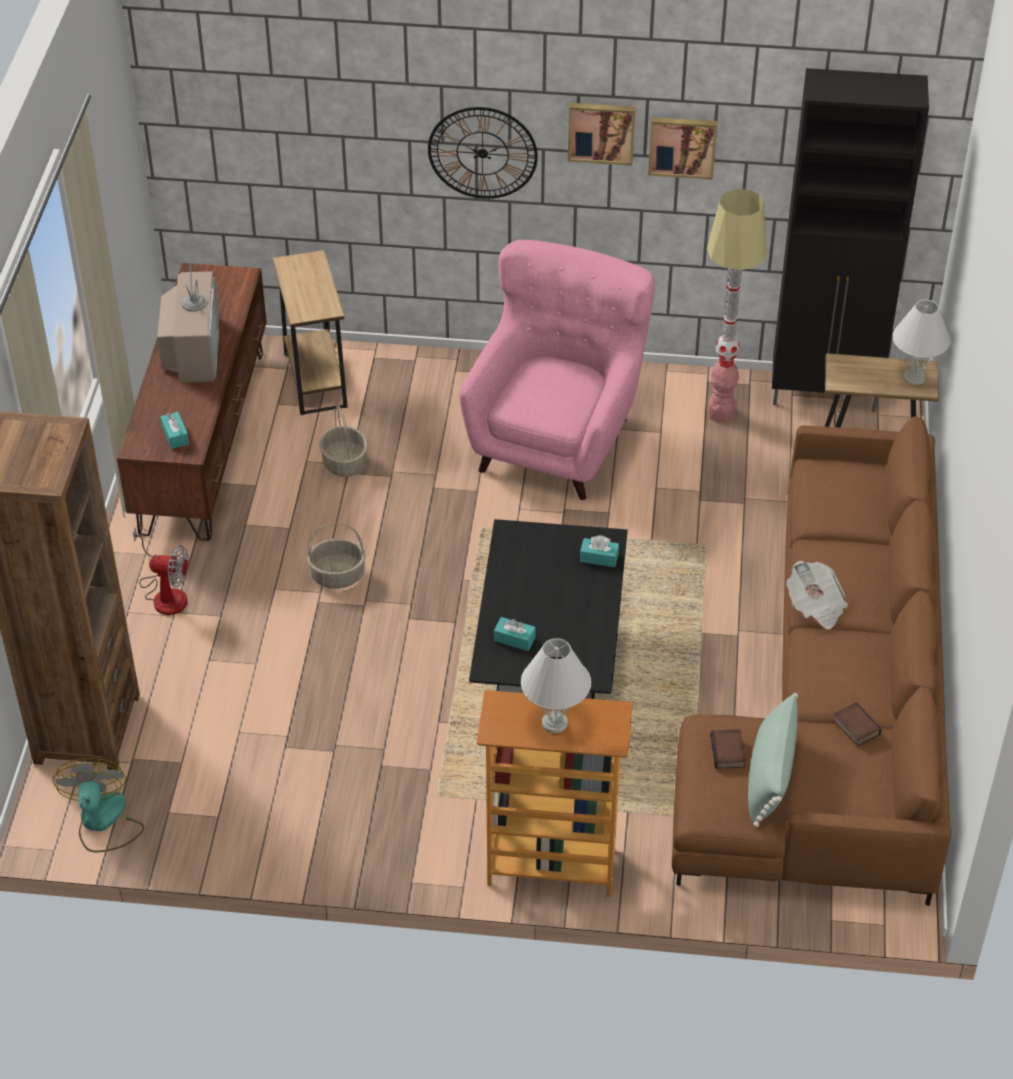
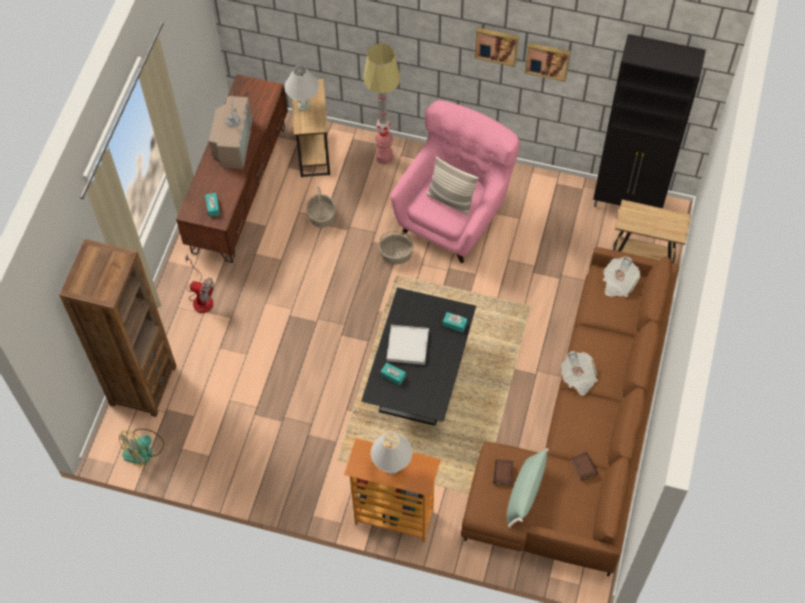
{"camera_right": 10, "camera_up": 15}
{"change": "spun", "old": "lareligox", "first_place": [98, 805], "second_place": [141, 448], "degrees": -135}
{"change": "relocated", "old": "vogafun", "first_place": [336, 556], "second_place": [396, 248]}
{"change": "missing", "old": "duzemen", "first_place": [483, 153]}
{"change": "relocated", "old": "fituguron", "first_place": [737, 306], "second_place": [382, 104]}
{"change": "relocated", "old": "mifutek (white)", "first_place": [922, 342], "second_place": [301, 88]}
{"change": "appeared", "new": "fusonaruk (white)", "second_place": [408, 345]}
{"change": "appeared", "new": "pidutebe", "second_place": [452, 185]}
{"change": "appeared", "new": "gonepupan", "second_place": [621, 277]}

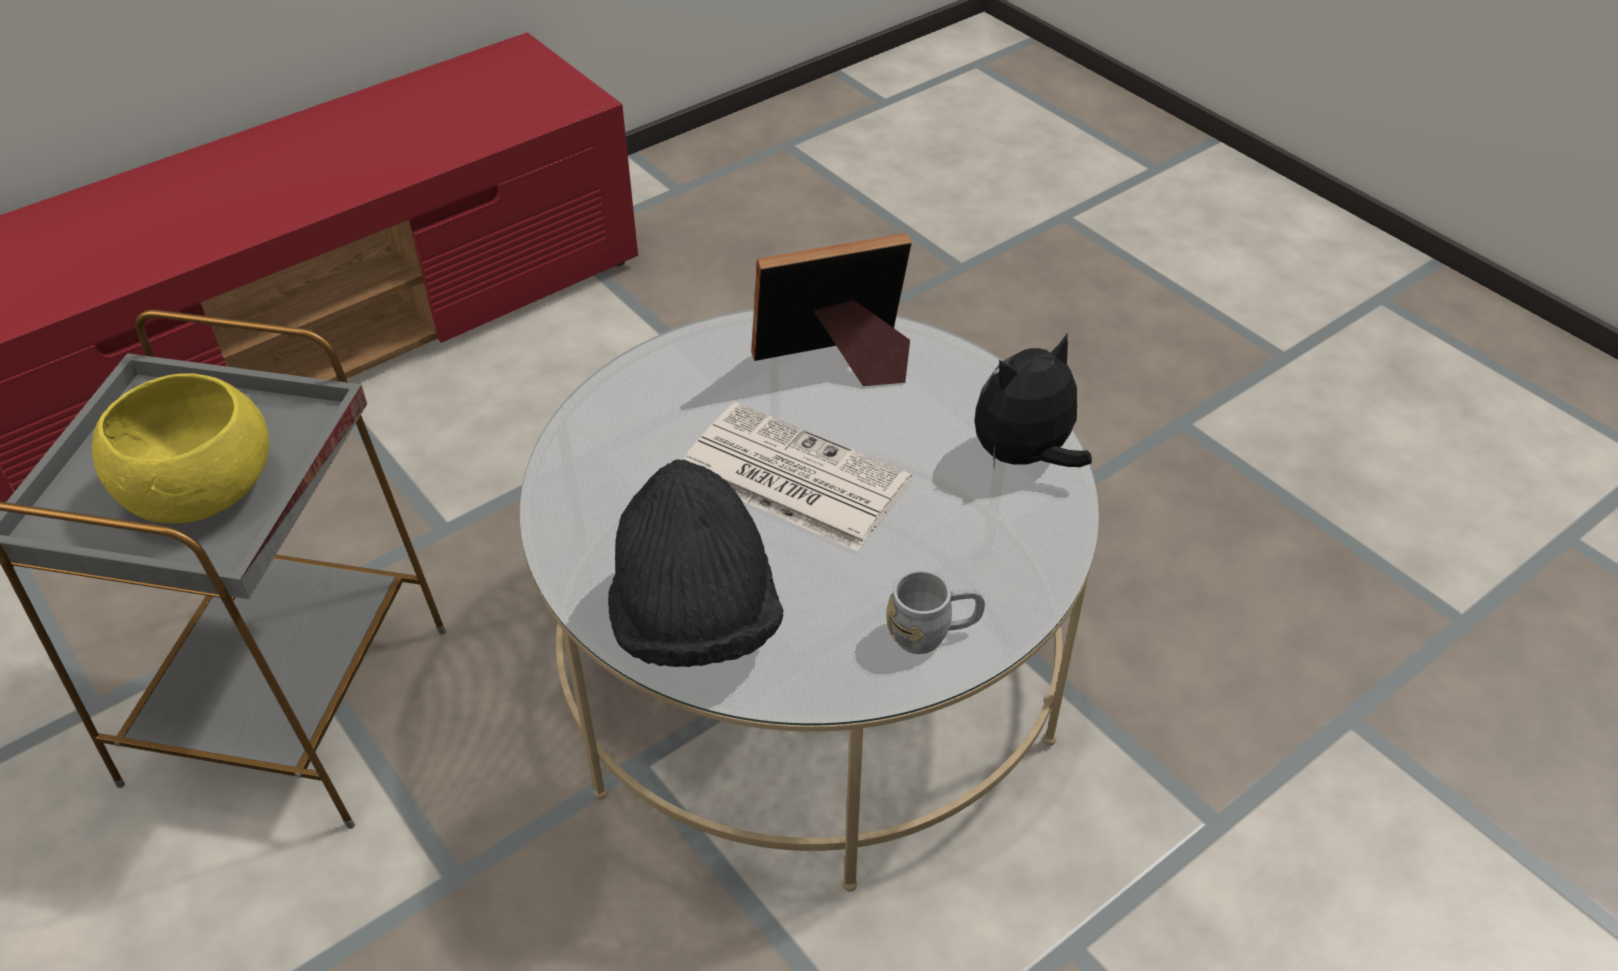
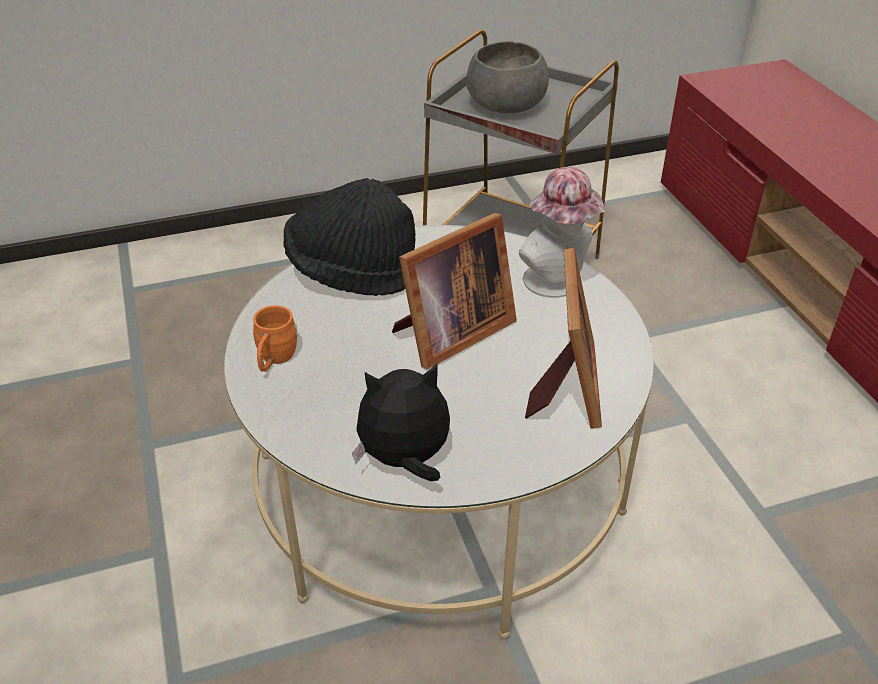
{"camera_right": 110, "camera_up": -5}
{"change": "colour", "old": "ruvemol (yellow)", "new": "ruvemol (grey)", "first_place": [180, 448], "second_place": [507, 77]}
{"change": "exchanged", "old": "gonepupan", "new": "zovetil", "first_place": [797, 477], "second_place": [454, 291]}
{"change": "colour", "old": "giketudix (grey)", "new": "giketudix (orange)", "first_place": [935, 612], "second_place": [275, 338]}
{"change": "spun", "old": "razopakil", "first_place": [1033, 400], "second_place": [401, 422], "degrees": -90}
{"change": "appeared", "new": "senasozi", "second_place": [562, 232]}

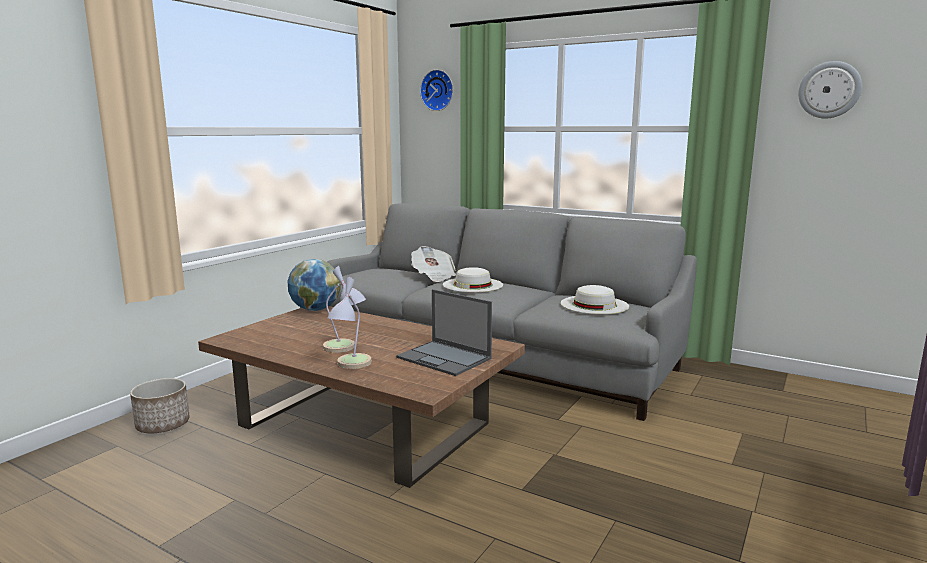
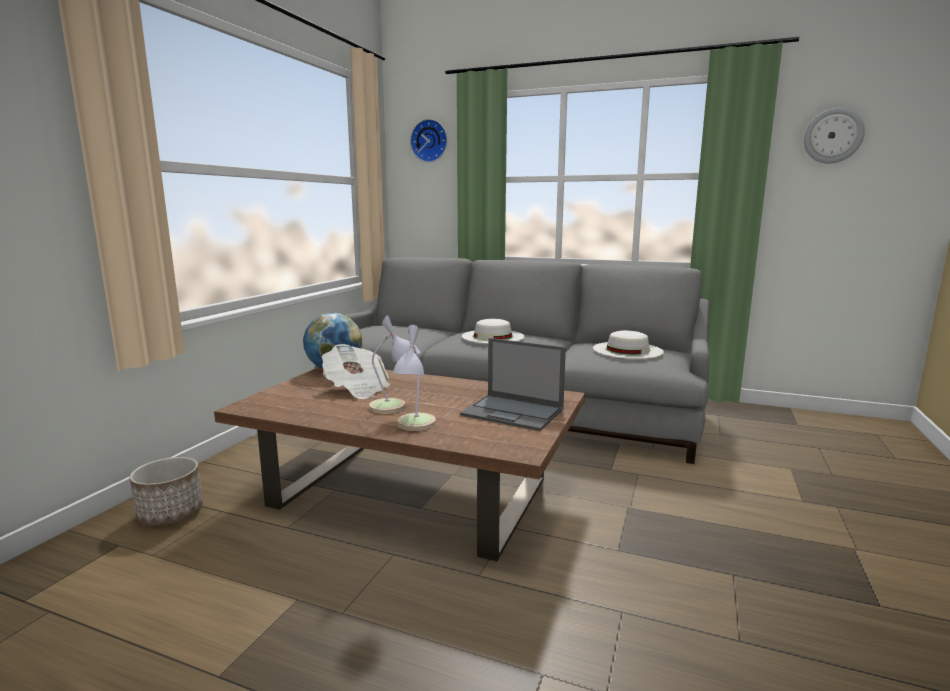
{"camera_right": -10, "camera_up": 0}
{"change": "relocated", "old": "gonepupan", "first_place": [433, 264], "second_place": [356, 371]}

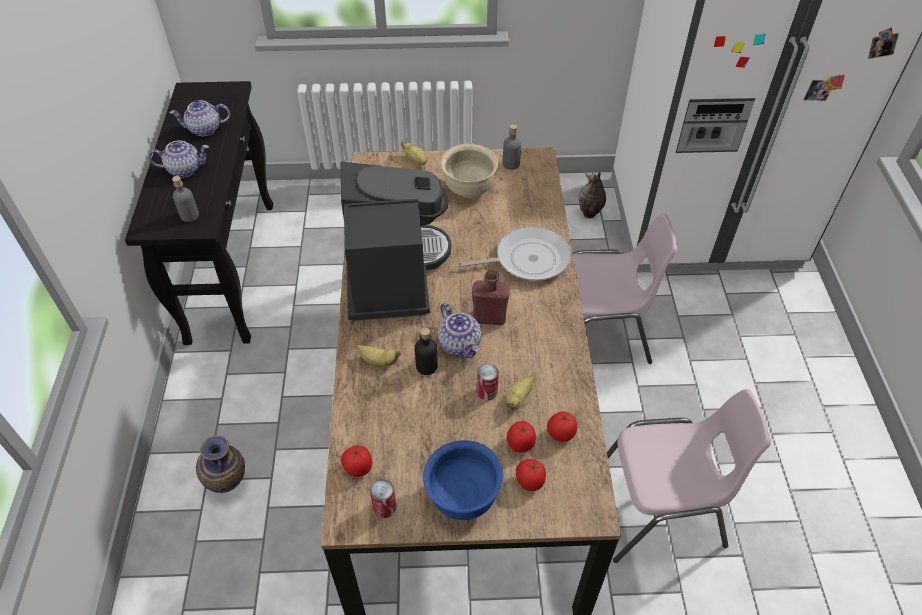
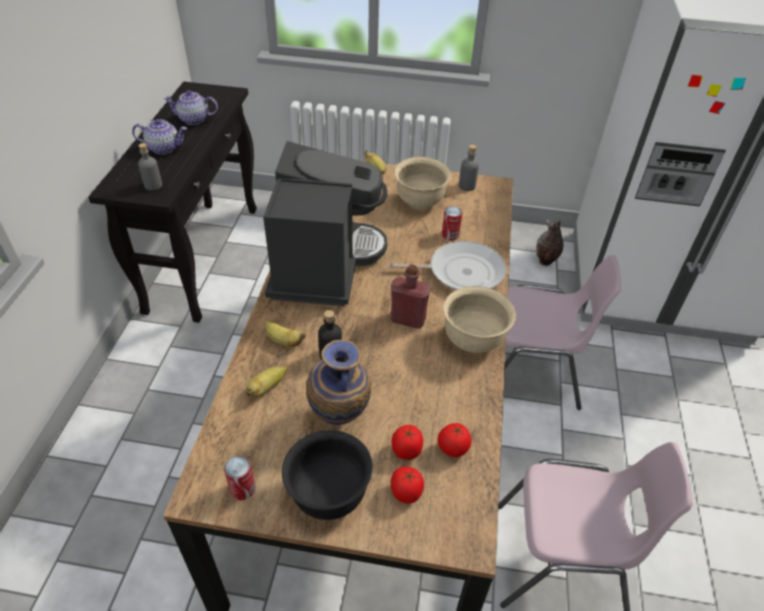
{"camera_right": 10, "camera_up": -5}
{"change": "relocated", "old": "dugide", "first_place": [220, 464], "second_place": [338, 382]}
{"change": "missing", "old": "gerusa", "first_place": [356, 461]}
{"change": "colour", "old": "ruvemol (blue)", "new": "ruvemol (black)", "first_place": [463, 480], "second_place": [327, 475]}
{"change": "missing", "old": "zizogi", "first_place": [459, 330]}
{"change": "relocated", "old": "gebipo", "first_place": [488, 382], "second_place": [452, 223]}
{"change": "relocated", "old": "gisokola", "first_place": [520, 392], "second_place": [267, 382]}
{"change": "appeared", "new": "ruvemol (beige)", "second_place": [479, 319]}

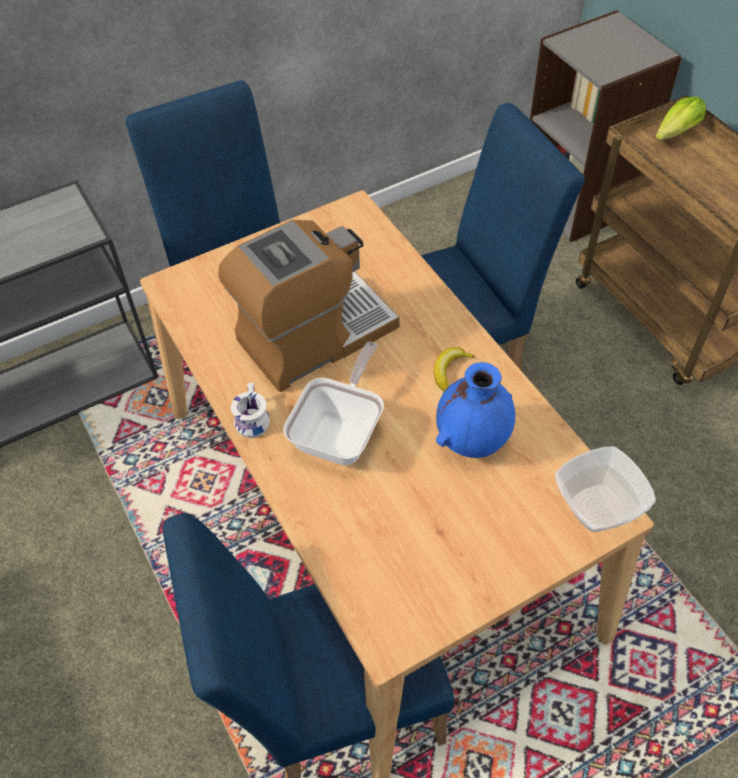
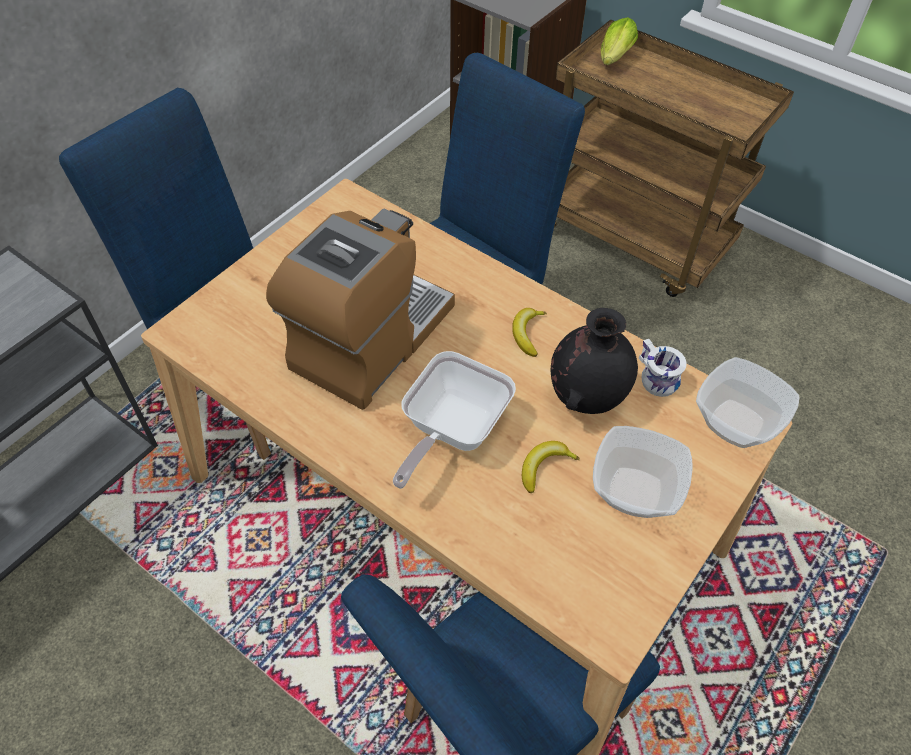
{"camera_right": -25, "camera_up": 0}
{"change": "relocated", "old": "giketudix (white)", "first_place": [250, 410], "second_place": [663, 368]}
{"change": "spun", "old": "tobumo", "first_place": [333, 403], "second_place": [454, 420], "degrees": -150}
{"change": "colour", "old": "dugide (blue)", "new": "dugide (black)", "first_place": [475, 410], "second_place": [594, 361]}
{"change": "appeared", "new": "gisokola", "second_place": [551, 467]}
{"change": "appeared", "new": "ruvemol", "second_place": [642, 472]}

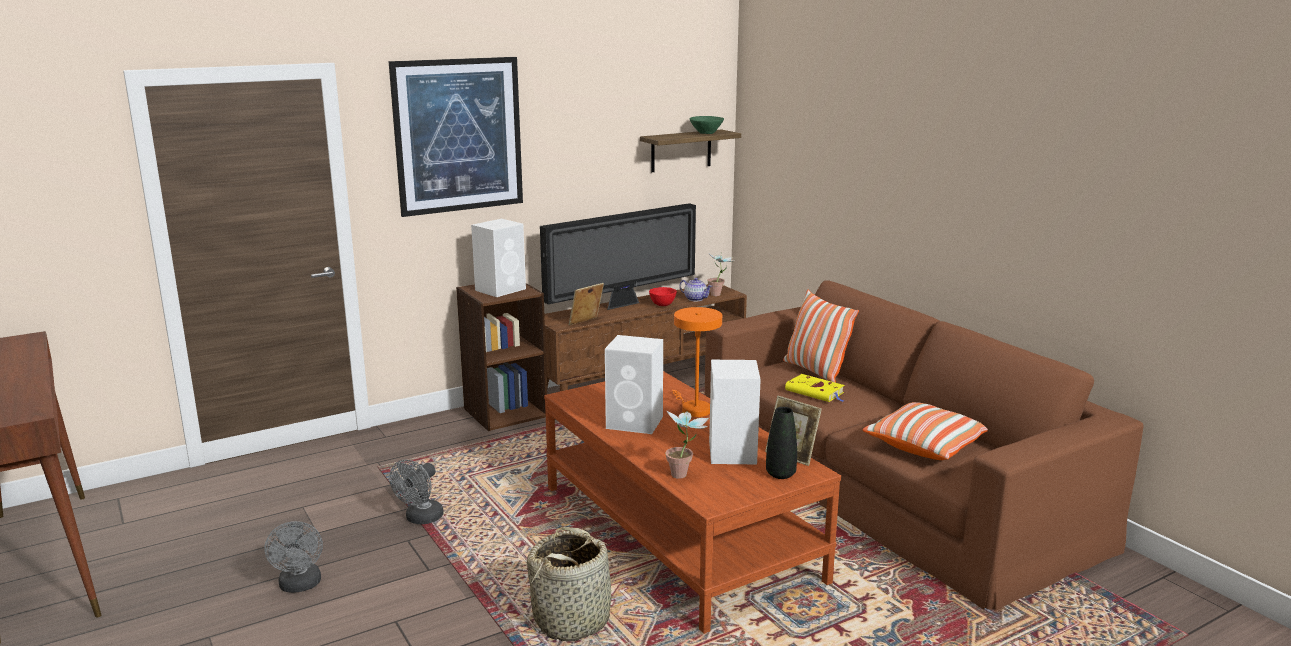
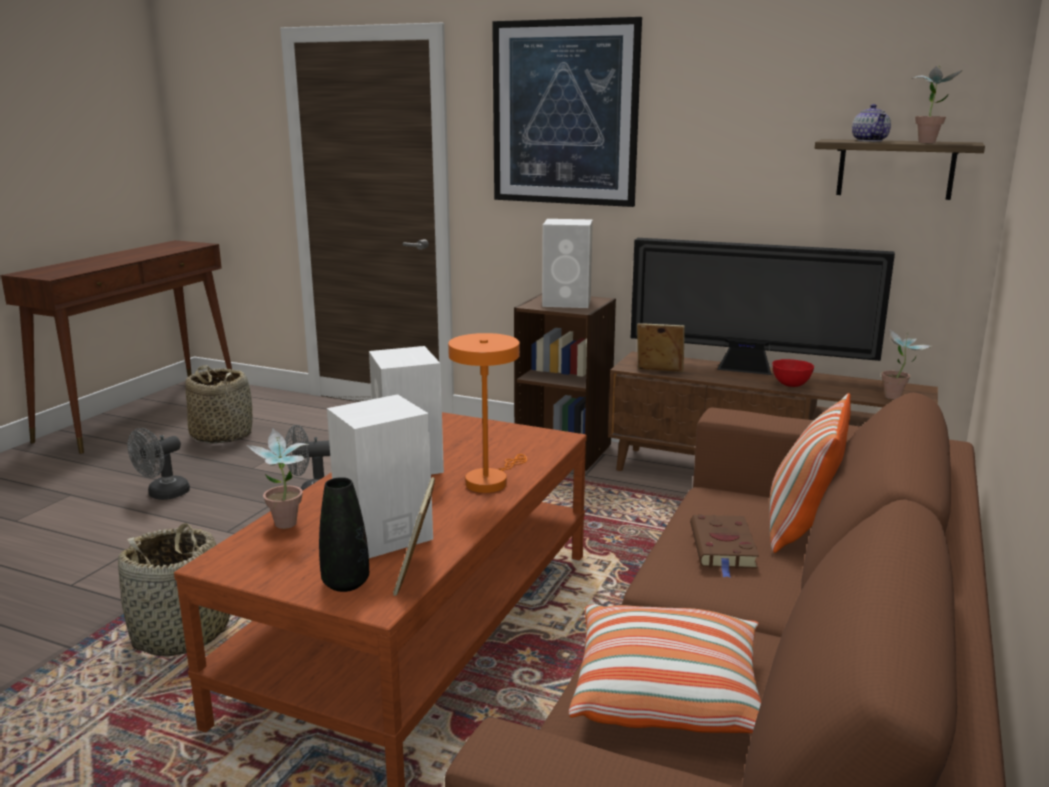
{"camera_right": 55, "camera_up": 0}
{"change": "relocated", "old": "zizogi", "first_place": [695, 290], "second_place": [871, 123]}
{"change": "exchanged", "old": "ruvemol (green)", "new": "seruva", "first_place": [707, 125], "second_place": [937, 104]}
{"change": "colour", "old": "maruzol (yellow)", "new": "maruzol (brown)", "first_place": [815, 388], "second_place": [724, 546]}
{"change": "appeared", "new": "vogafun", "second_place": [219, 404]}

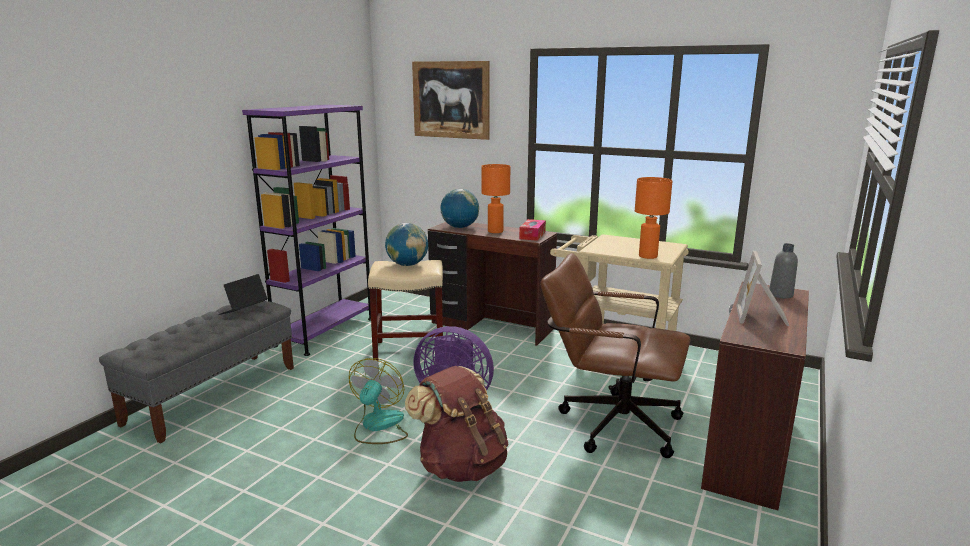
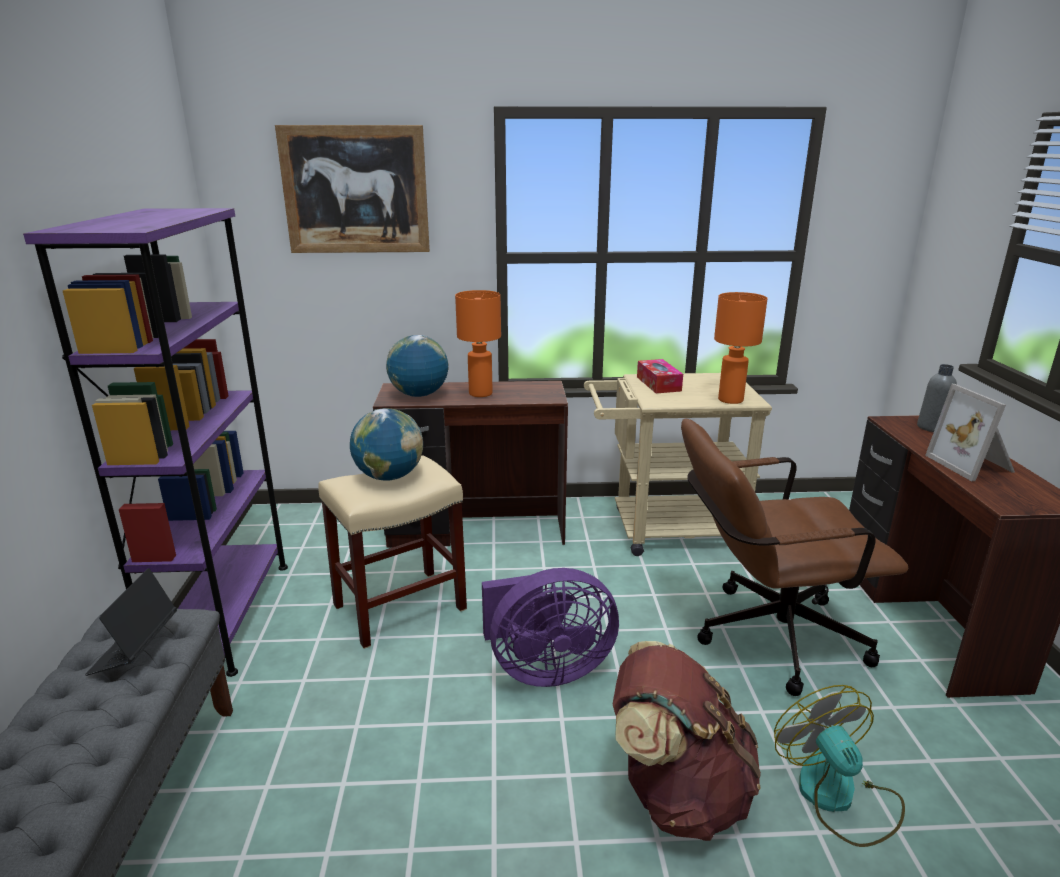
{"camera_right": -30, "camera_up": 5}
{"change": "relocated", "old": "lareligox", "first_place": [378, 401], "second_place": [839, 766]}
{"change": "relocated", "old": "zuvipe", "first_place": [532, 230], "second_place": [660, 376]}

